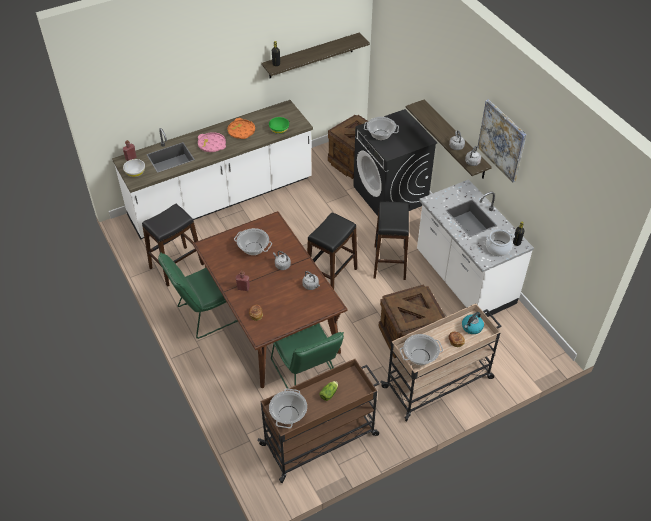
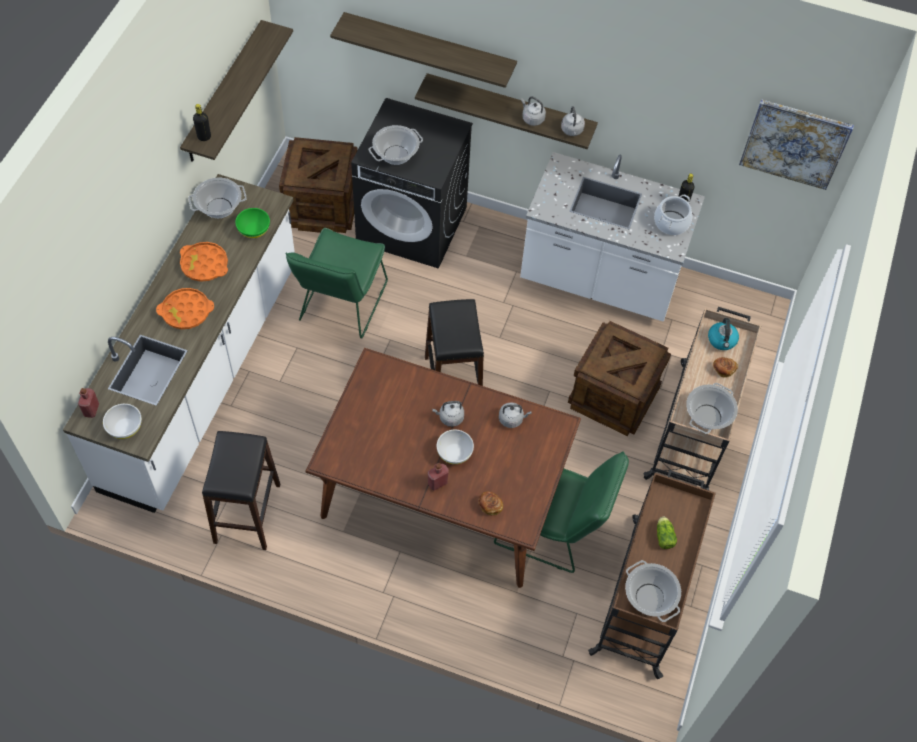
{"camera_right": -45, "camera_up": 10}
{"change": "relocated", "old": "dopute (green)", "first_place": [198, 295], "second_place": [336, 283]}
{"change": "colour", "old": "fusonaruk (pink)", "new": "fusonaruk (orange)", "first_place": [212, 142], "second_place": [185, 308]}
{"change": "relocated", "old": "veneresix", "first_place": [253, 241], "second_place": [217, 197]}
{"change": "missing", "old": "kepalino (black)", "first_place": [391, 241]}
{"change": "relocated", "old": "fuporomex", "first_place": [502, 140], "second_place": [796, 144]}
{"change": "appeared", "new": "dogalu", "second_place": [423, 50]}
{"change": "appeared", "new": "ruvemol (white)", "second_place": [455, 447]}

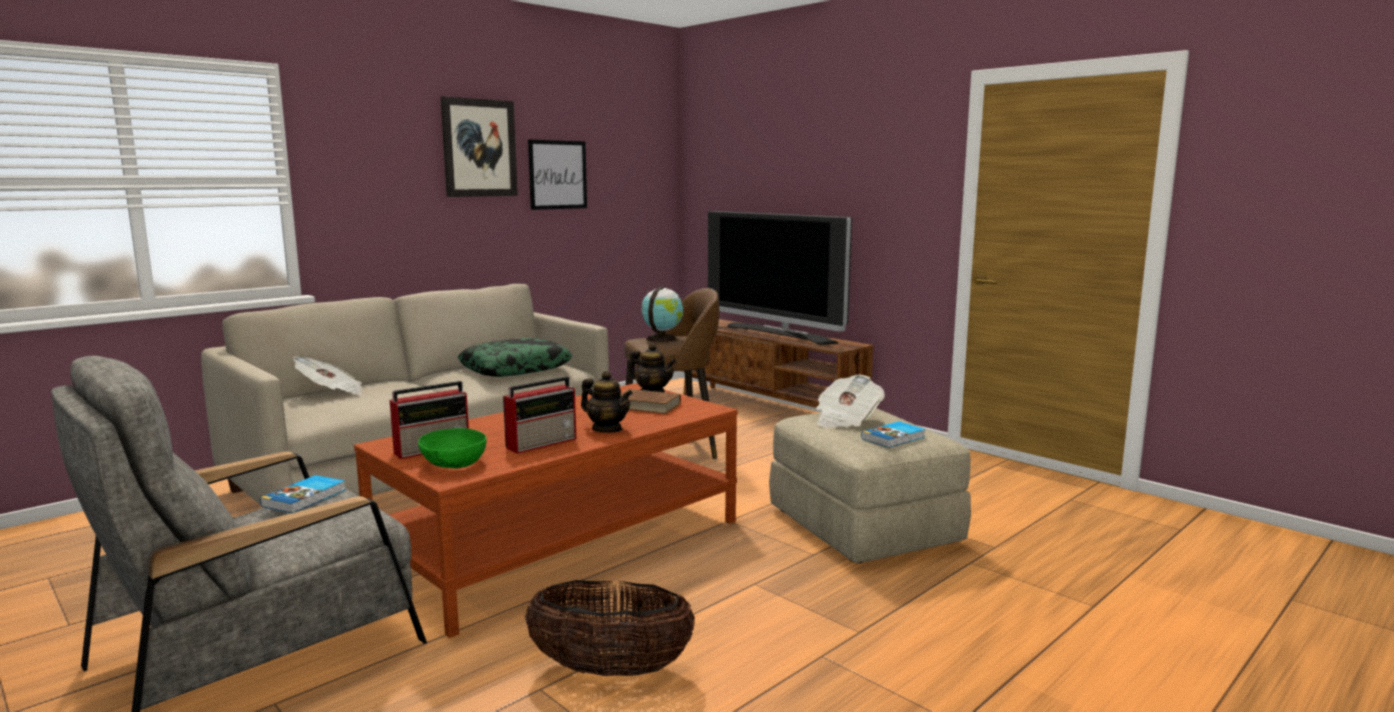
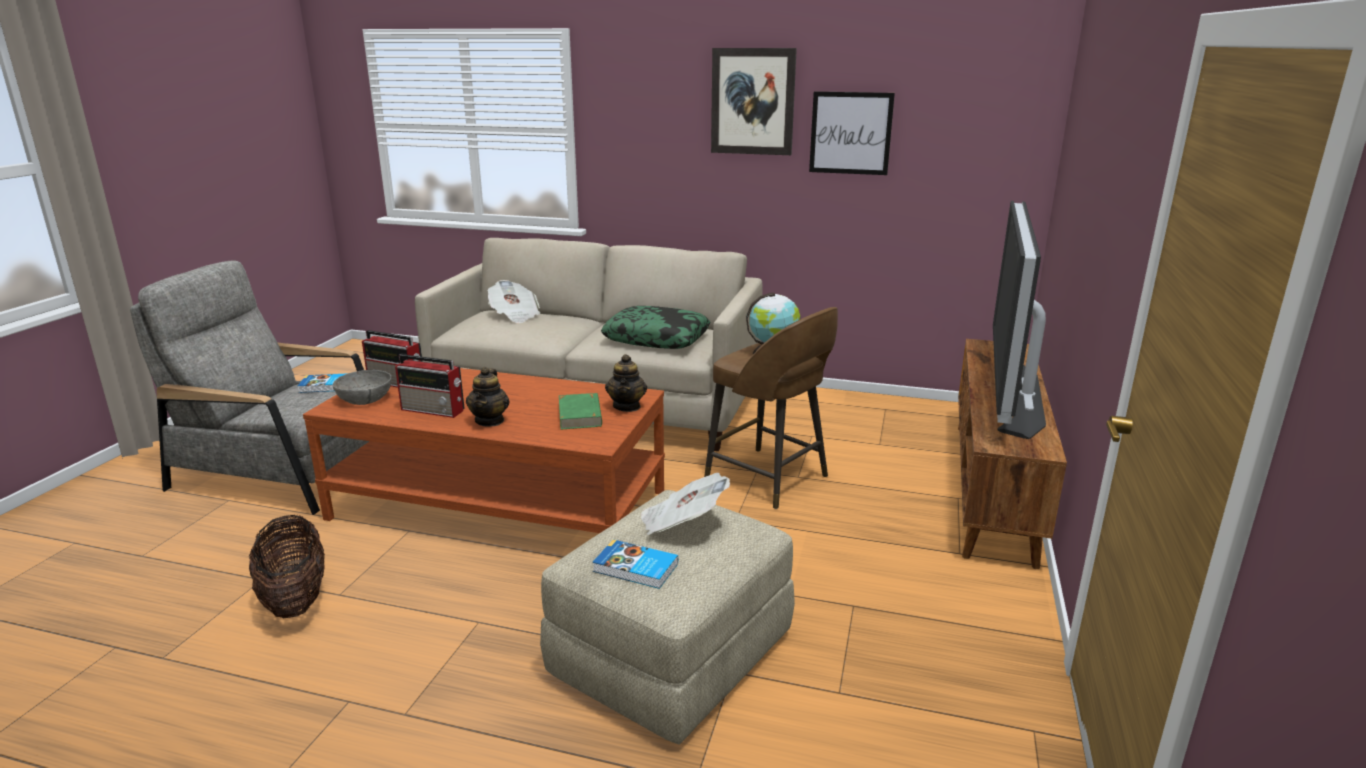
{"camera_right": 60, "camera_up": 10}
{"change": "colour", "old": "ruvemol (green)", "new": "ruvemol (grey)", "first_place": [452, 448], "second_place": [361, 387]}
{"change": "colour", "old": "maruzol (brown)", "new": "maruzol (green)", "first_place": [651, 401], "second_place": [580, 411]}

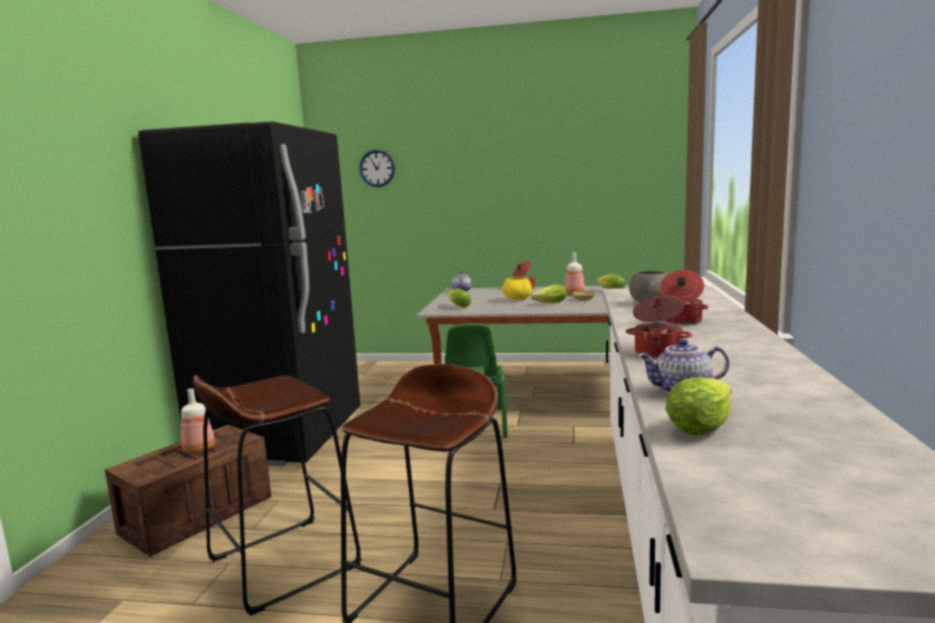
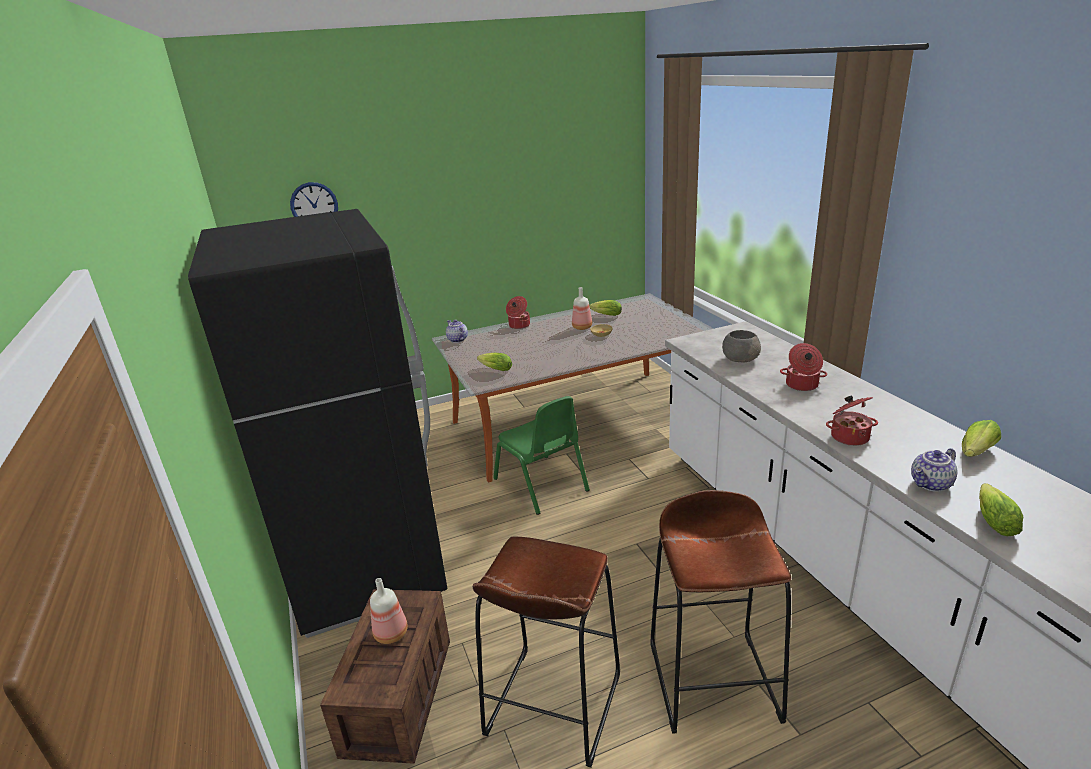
{"camera_right": -30, "camera_up": 15}
{"change": "missing", "old": "ruvemol (yellow)", "first_place": [517, 288]}
{"change": "relocated", "old": "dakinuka", "first_place": [549, 293], "second_place": [981, 438]}

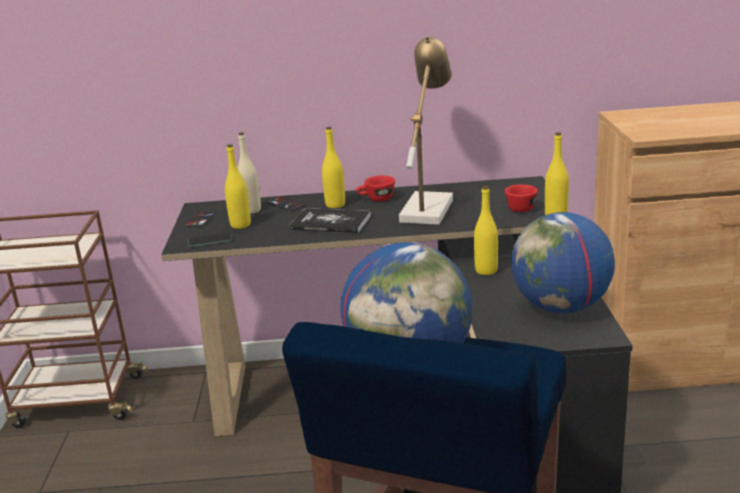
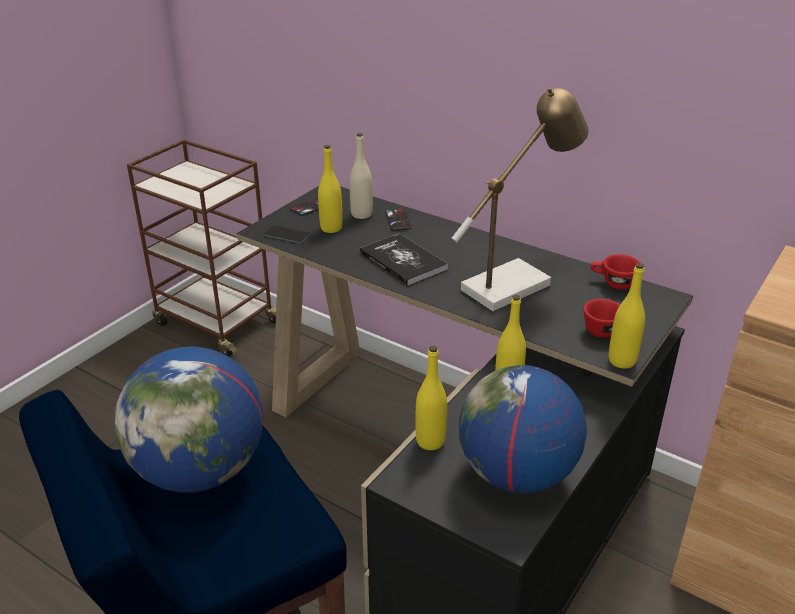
{"camera_right": 35, "camera_up": 10}
{"change": "relocated", "old": "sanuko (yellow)", "first_place": [333, 167], "second_place": [431, 398]}
{"change": "relocated", "old": "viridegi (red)", "first_place": [375, 188], "second_place": [615, 272]}

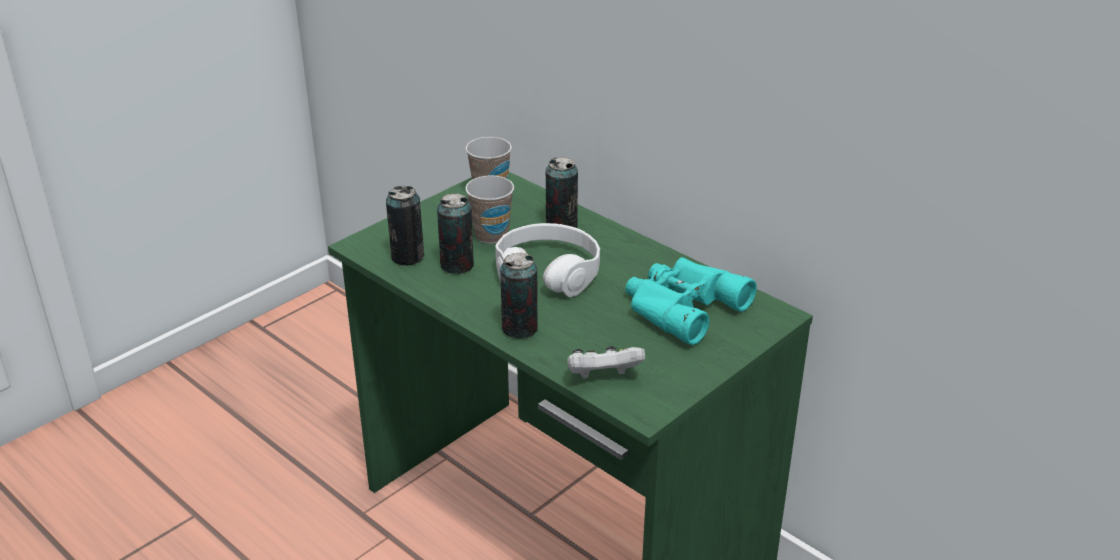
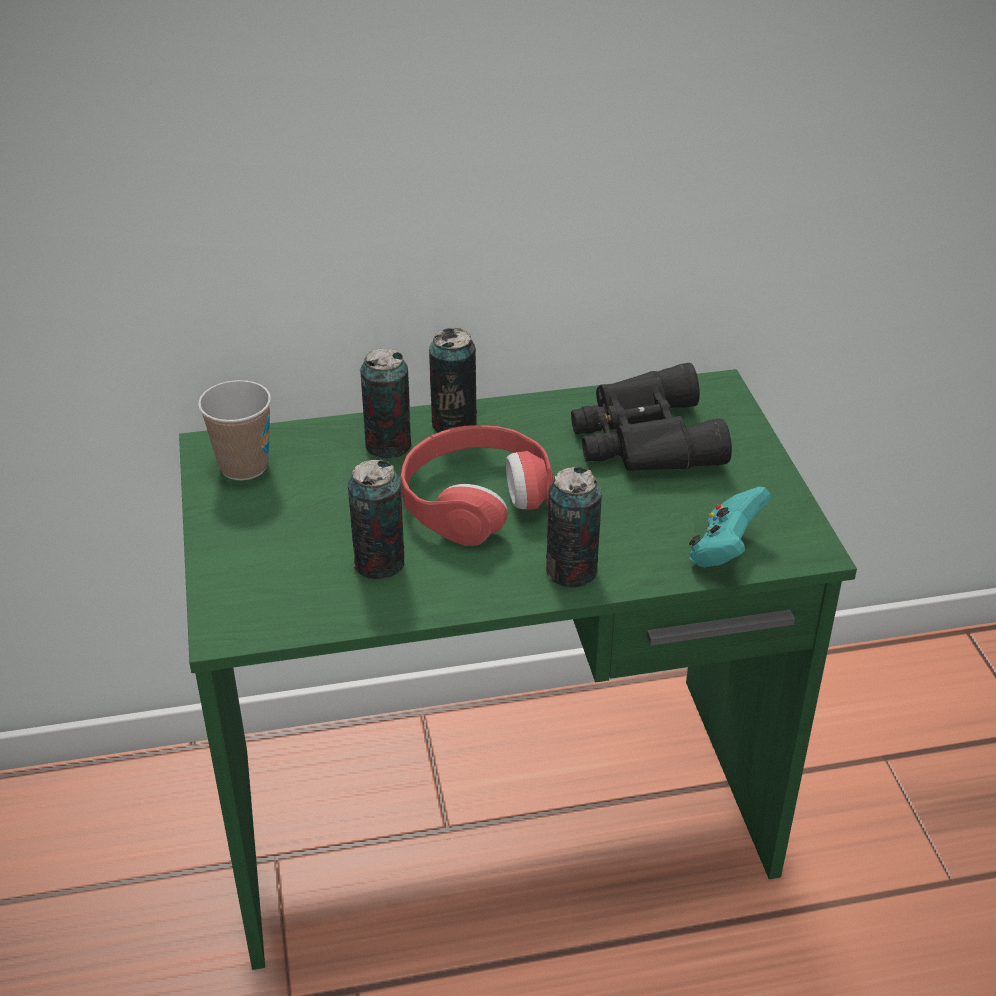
{"camera_right": -55, "camera_up": 5}
{"change": "relocated", "old": "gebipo", "first_place": [405, 226], "second_place": [453, 380]}
{"change": "missing", "old": "viridegi", "first_place": [489, 209]}
{"change": "colour", "old": "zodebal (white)", "new": "zodebal (red)", "first_place": [547, 260], "second_place": [477, 485]}
{"change": "colour", "old": "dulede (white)", "new": "dulede (turquoise)", "first_place": [606, 362], "second_place": [730, 527]}
{"change": "colour", "old": "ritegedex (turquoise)", "new": "ritegedex (black)", "first_place": [691, 301], "second_place": [651, 417]}

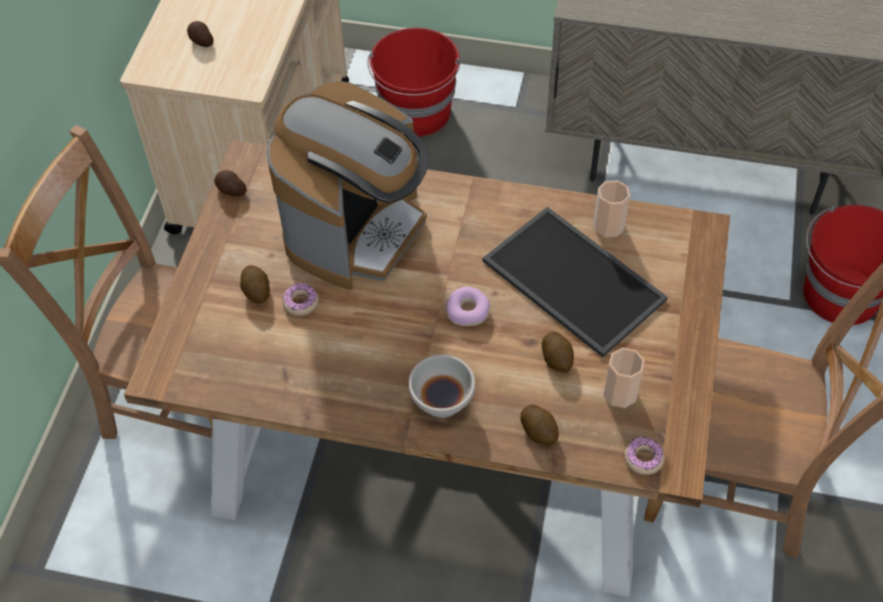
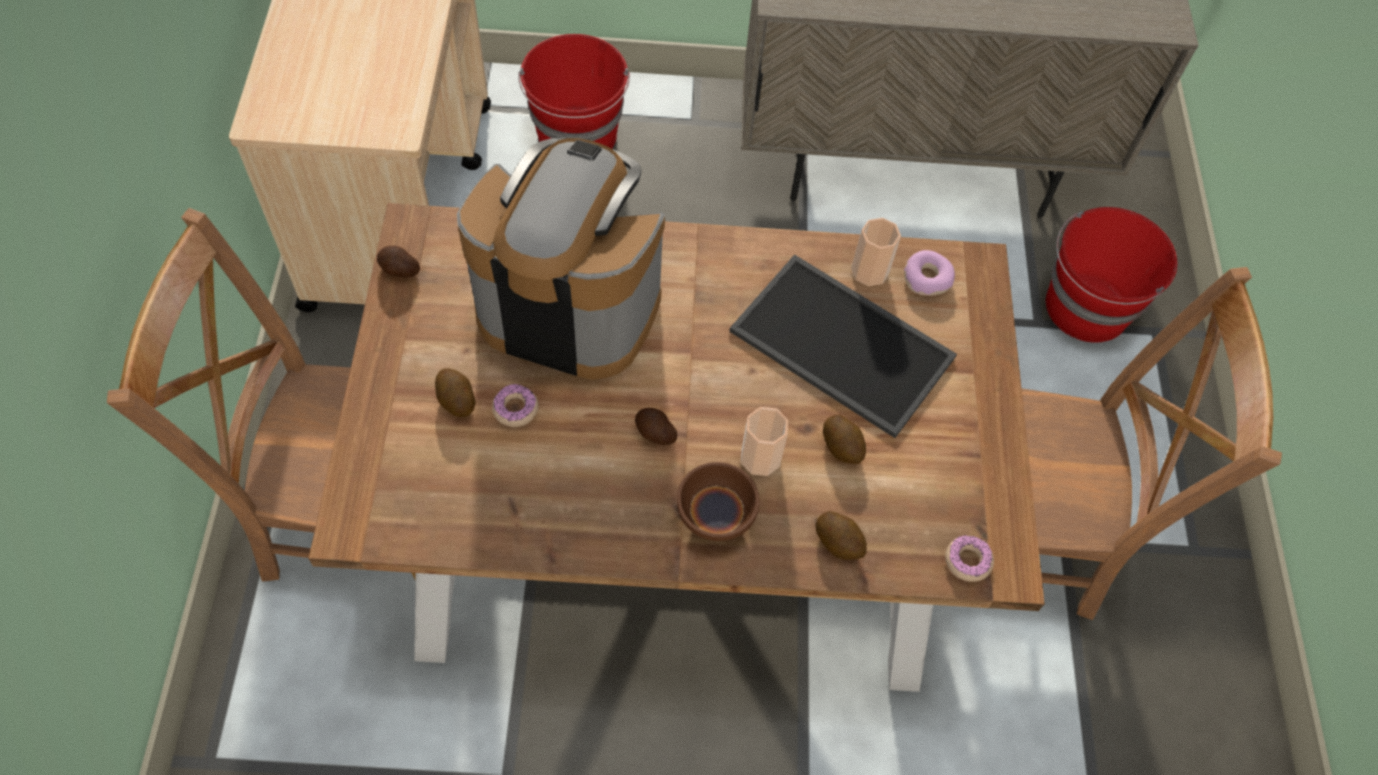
{"camera_right": -15, "camera_up": 5}
{"change": "relocated", "old": "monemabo", "first_place": [200, 34], "second_place": [656, 426]}
{"change": "spun", "old": "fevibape", "first_place": [347, 185], "second_place": [561, 259], "degrees": -90}
{"change": "colour", "old": "ruvemol (white)", "new": "ruvemol (brown)", "first_place": [442, 386], "second_place": [718, 501]}
{"change": "relocated", "old": "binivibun", "first_place": [468, 306], "second_place": [929, 273]}
{"change": "relocated", "old": "viridegi", "first_place": [624, 378], "second_place": [764, 441]}

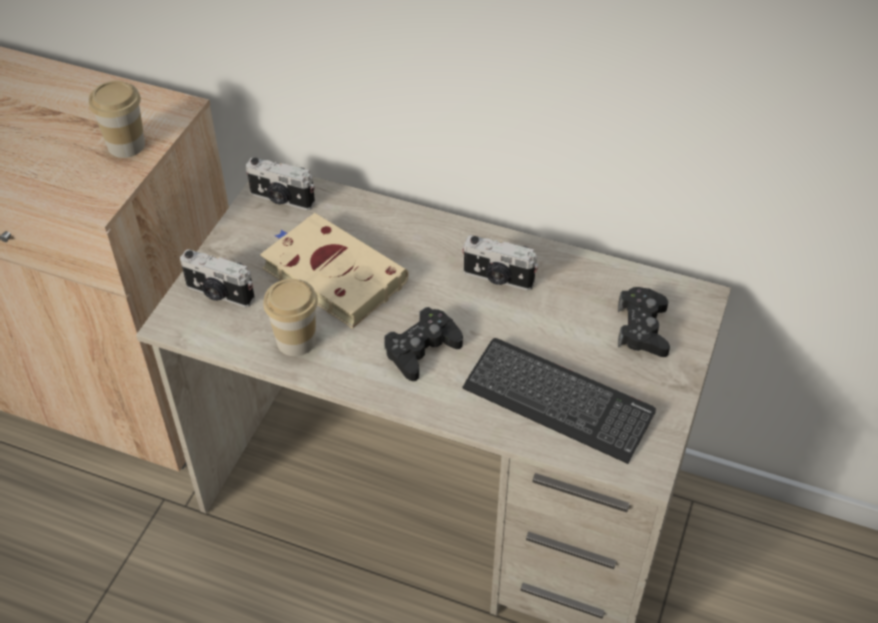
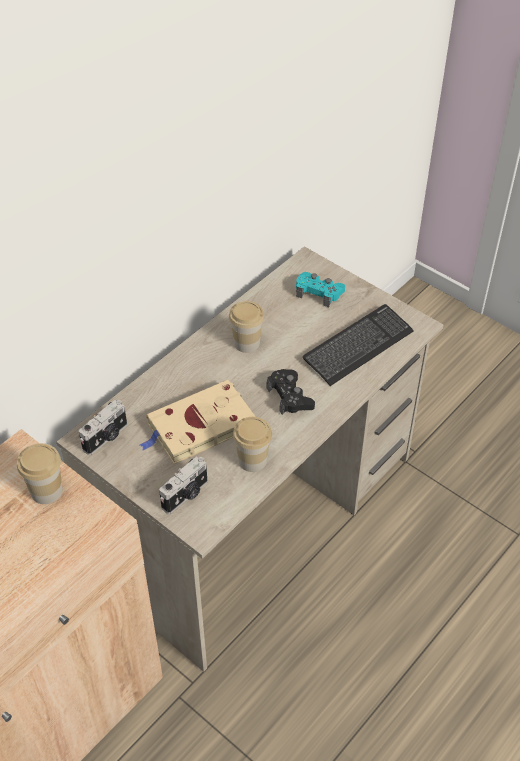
{"camera_right": -70, "camera_up": 0}
{"change": "exchanged", "old": "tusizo", "new": "viridegi", "first_place": [500, 263], "second_place": [246, 327]}
{"change": "colour", "old": "dulede (black)", "new": "dulede (turquoise)", "first_place": [644, 322], "second_place": [320, 289]}

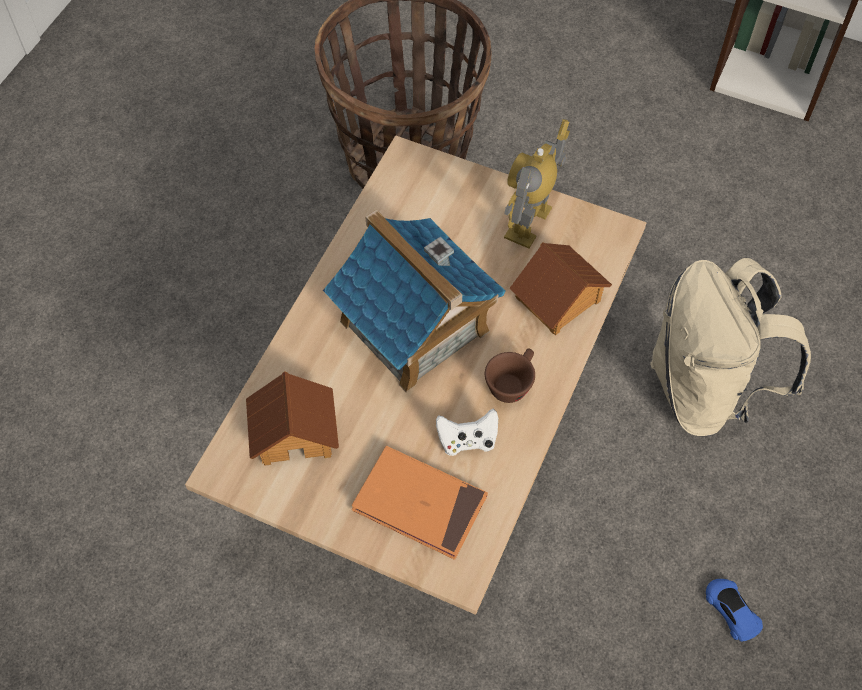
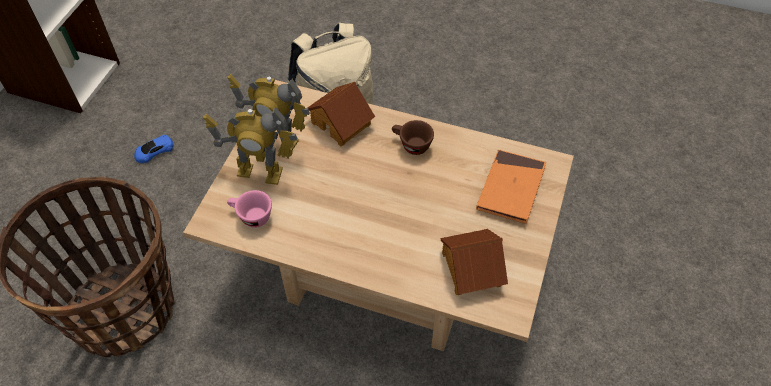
{"camera_right": -95, "camera_up": -5}
{"change": "missing", "old": "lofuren", "first_place": [414, 301]}
{"change": "missing", "old": "dulede (white)", "first_place": [467, 432]}
{"change": "relocated", "old": "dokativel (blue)", "first_place": [734, 610], "second_place": [154, 149]}
{"change": "appeared", "new": "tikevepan", "second_place": [250, 145]}
{"change": "appeared", "new": "viridegi (pink)", "second_place": [249, 209]}

